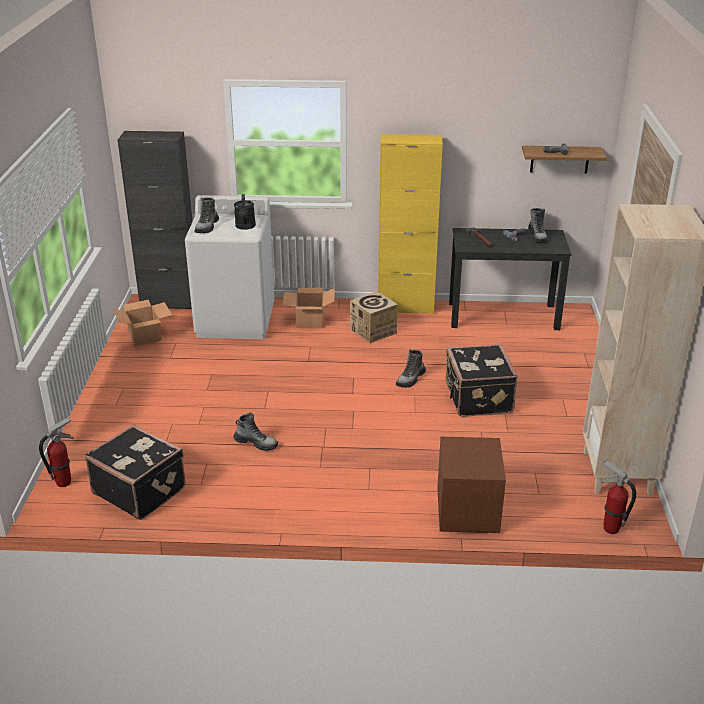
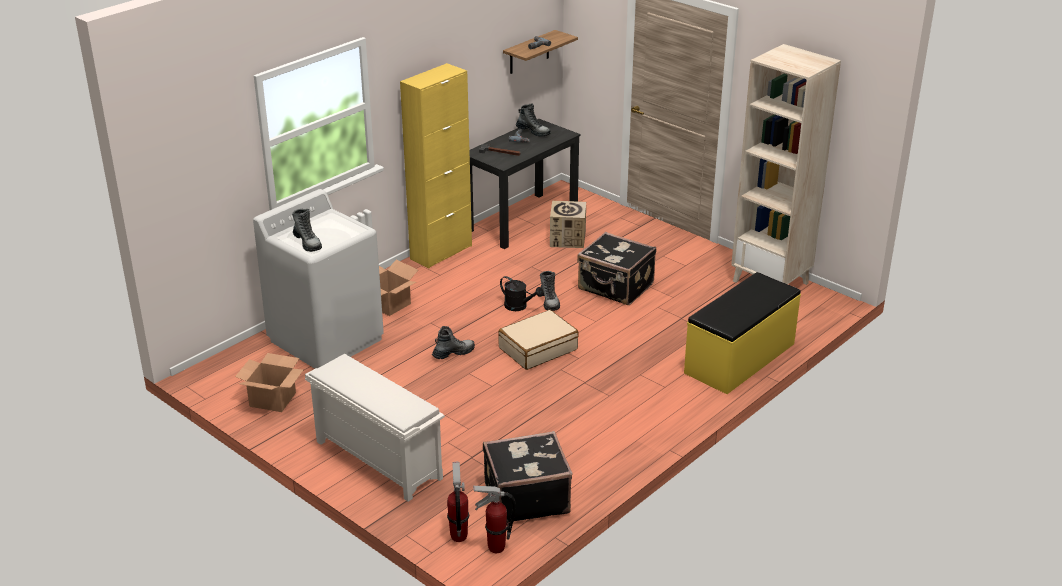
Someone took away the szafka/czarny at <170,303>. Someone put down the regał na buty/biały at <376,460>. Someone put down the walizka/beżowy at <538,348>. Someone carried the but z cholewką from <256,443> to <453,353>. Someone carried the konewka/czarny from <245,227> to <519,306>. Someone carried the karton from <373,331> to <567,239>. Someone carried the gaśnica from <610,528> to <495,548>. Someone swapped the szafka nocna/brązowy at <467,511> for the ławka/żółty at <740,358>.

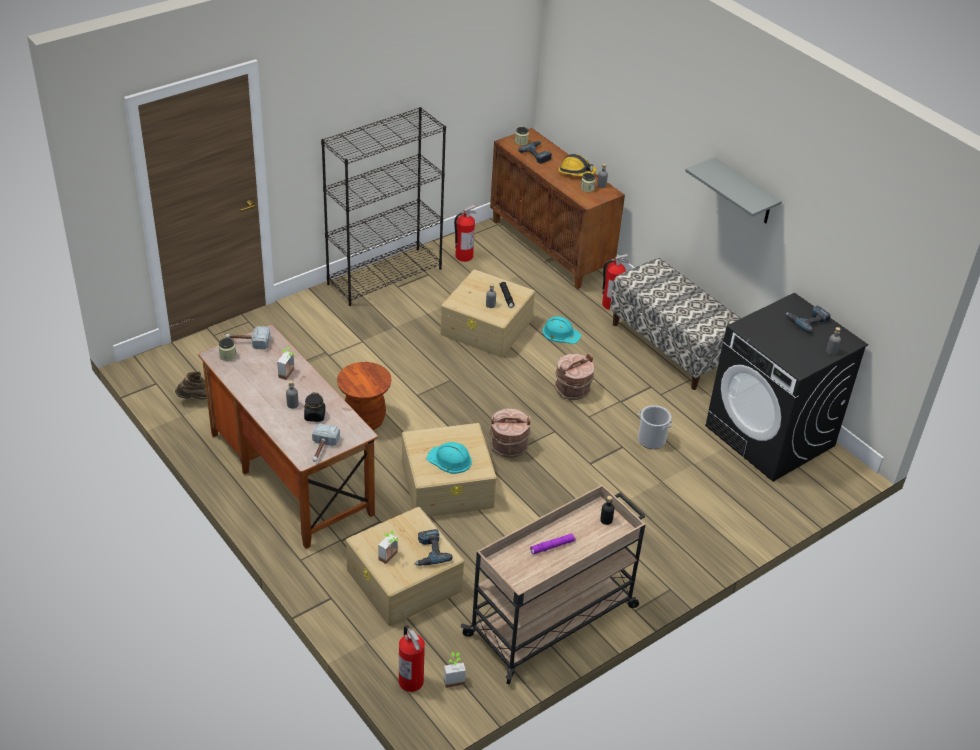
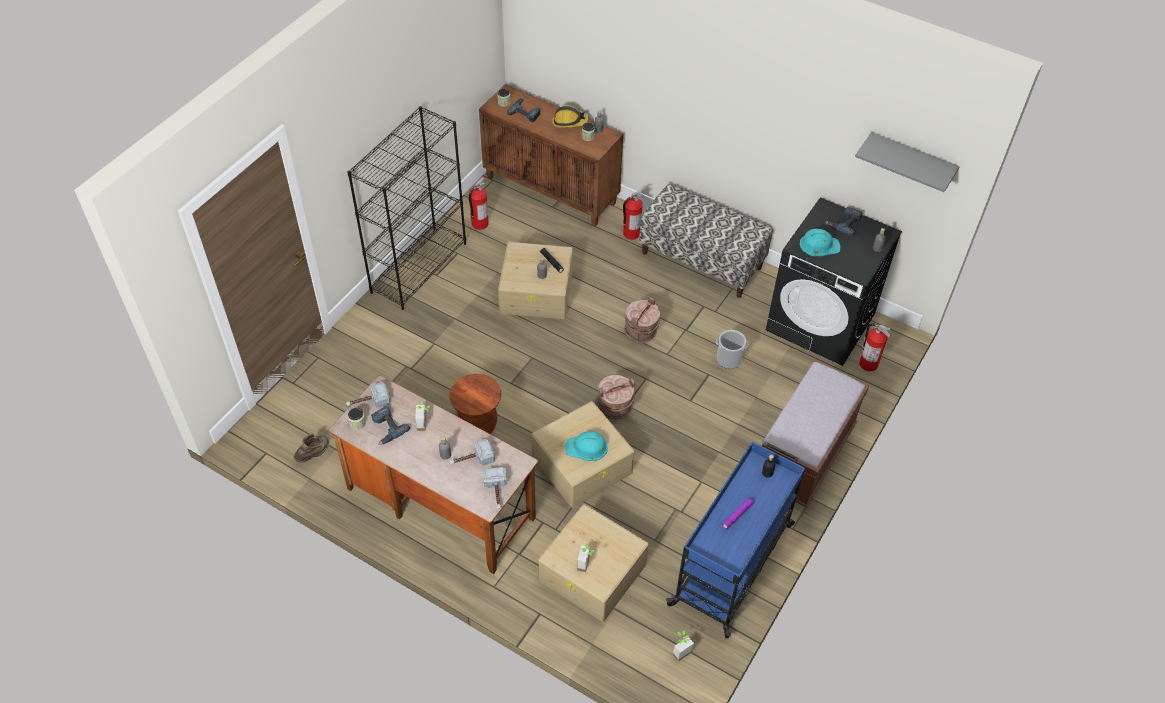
Someone put down the ławka/brązowy at <805,455>. Someone carried the gaśnica from <411,681> to <868,364>. Someone carried the wiertarka from <429,552> to <386,428>. Someone carried the kask/turkusowy from <561,333> to <819,245>. Someone carried the półka/szary from <744,192> to <911,161>. Someone swapped the słoik/czarny at <315,416> for the młotek at <472,459>. Someone repainted the wózek/beżowy at <553,620>, which became the wózek/niebieski at <733,563>.

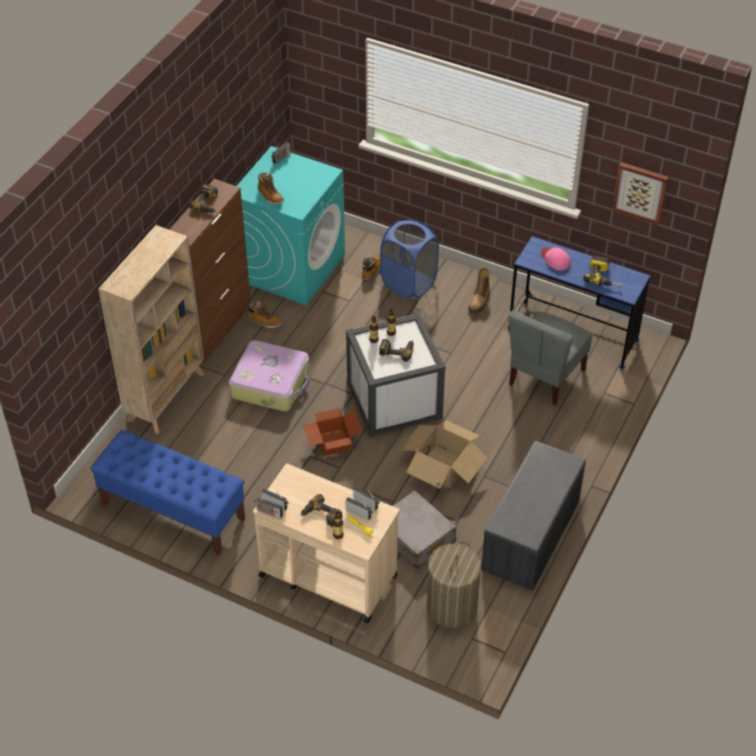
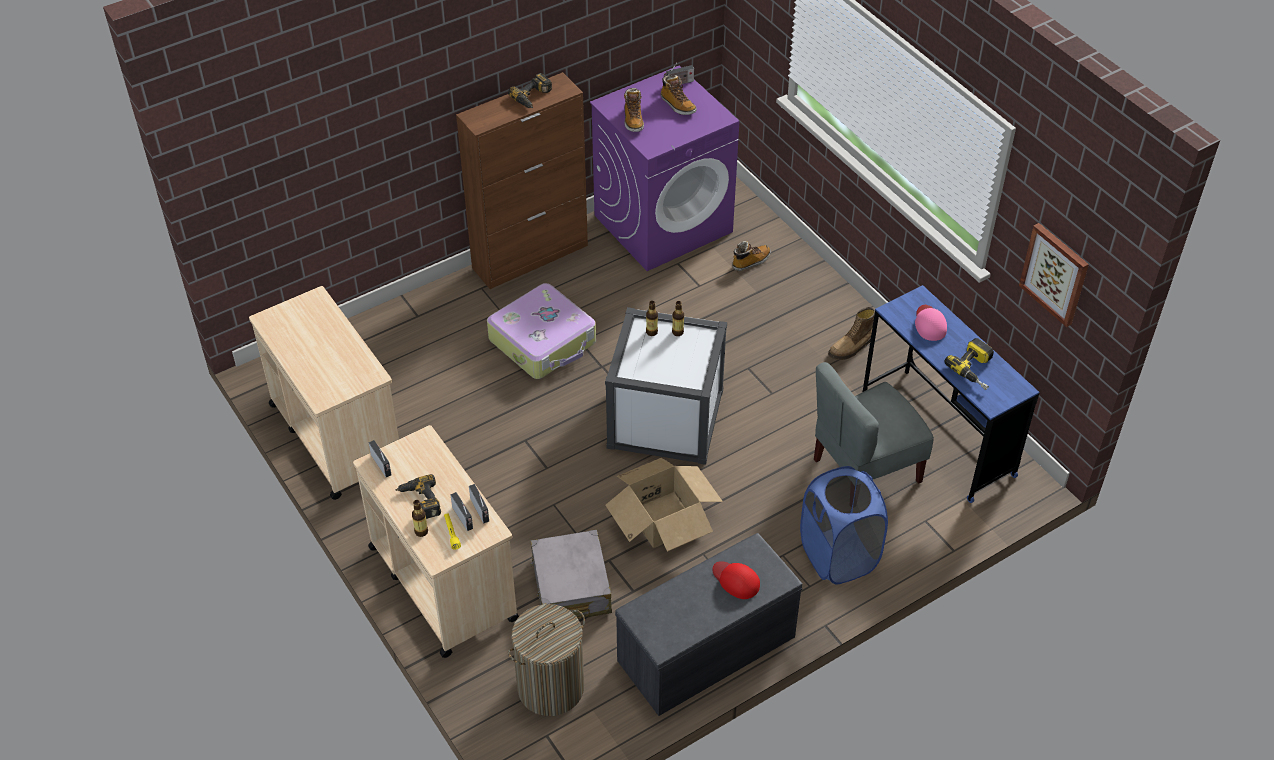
Someone took away the regał/beżowy at <166,396>. Someone took away the radio at <268,512>. Someone took away the karton at <332,442>. Someone took away the wiertarka at <397,350>. Someone put down the czapka z daszkiem/czerwony at <736,580>. Someone carried the but z cholewką from <264,322> to <677,105>. Someone carried the kosz na pranie/niebieski from <409,283> to <838,556>. Someone swapped the ławka/niebieski at <172,511> for the wózek/beżowy at <336,434>. Someone repainted the pralka/turkusowy at <292,267>, which became the pralka/fioletowy at <663,223>.

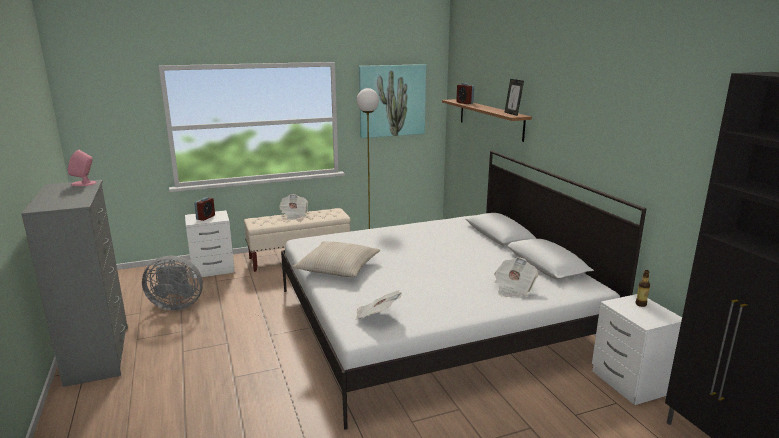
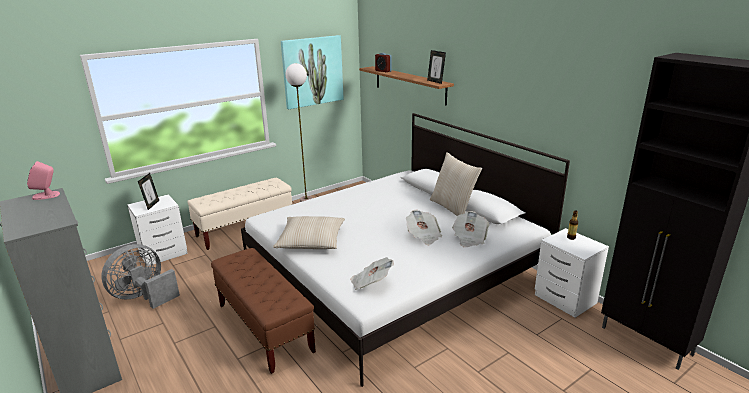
Someone put down the ławka/brązowy at <264,328>. Someone put down the poduszka/beżowy at <453,208>. Someone carried the gazeta from <294,215> to <423,236>. Someone swapped the budzik at <205,217> for the ramka na zdjęcie at <152,205>. Someone rotated the wentylator/szary at <176,305> by 150 degrees clockwise.

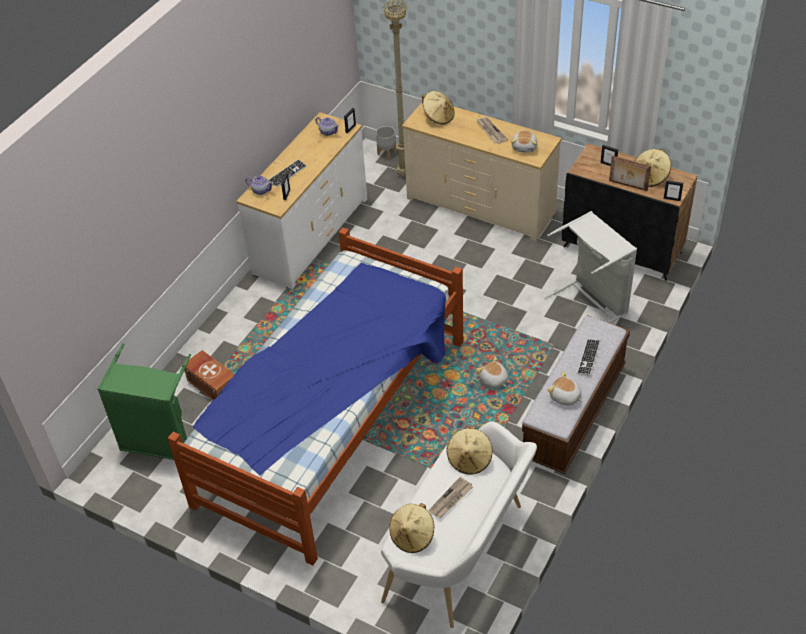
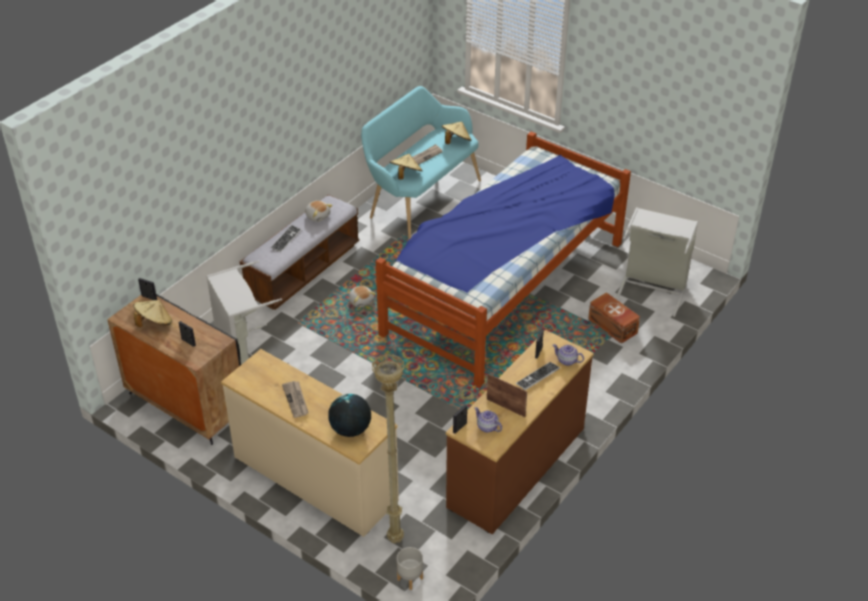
Someone took away the pluszak at <524,147>. Someone carried the ramka na zdjęcie from <627,186> to <506,407>. Someone swapped the kapelusz/beżowy at <438,117> for the globus at <350,430>. Someone repainted the kosz na pranie/zielony at <160,441>, which became the kosz na pranie/szary at <652,289>. Someone repainted the komoda/biały at <310,235>, which became the komoda/brązowy at <517,468>. Someone repainted the ławka/biały at <461,554>, which became the ławka/turkusowy at <420,198>.

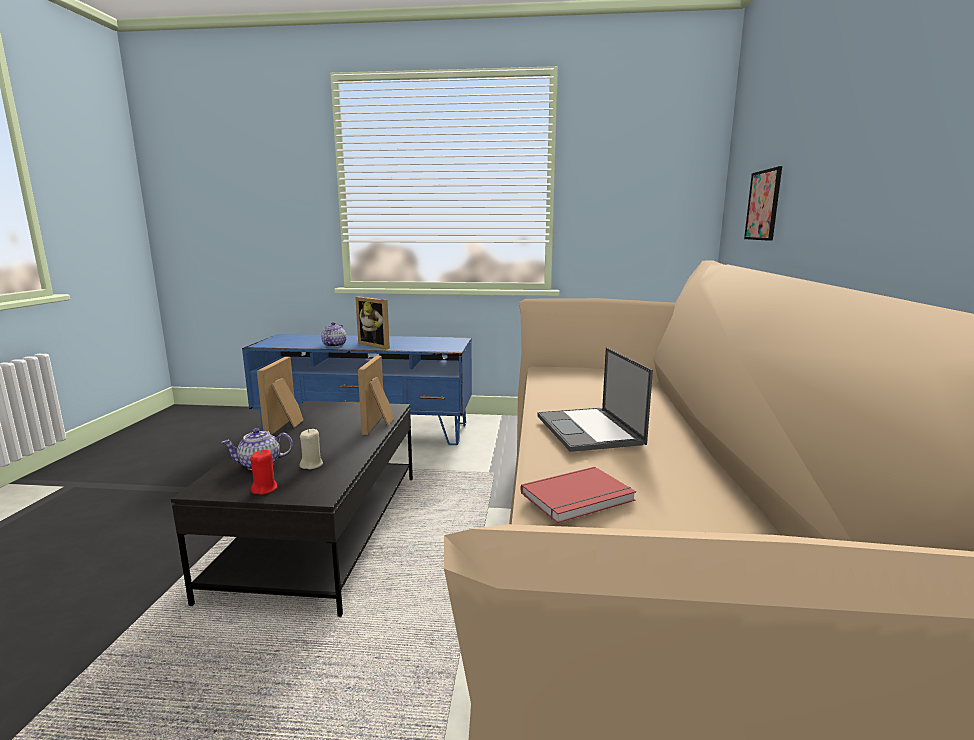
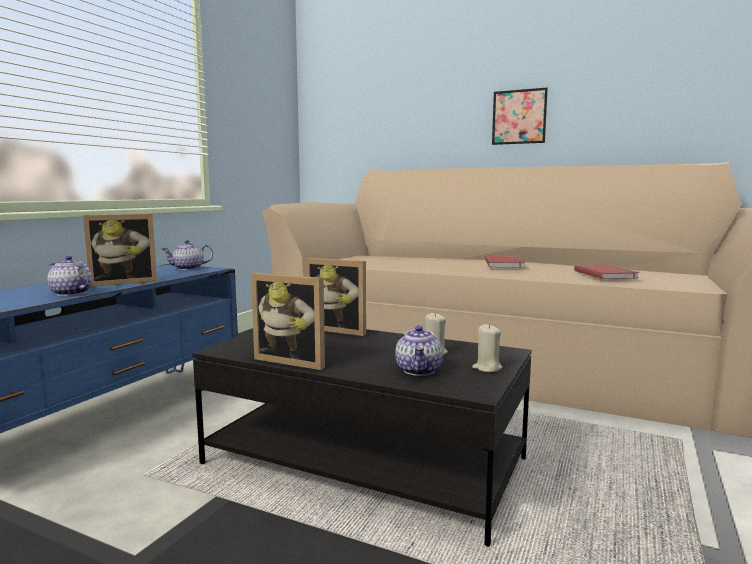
Someone put down the imbryk at <188,268>. Someone carried the obraz from <763,205> to <519,117>. Someone swapped the laptop at <589,430> for the książka/czerwony at <505,264>. Someone repainted the świeca/czerwony at <264,489>, which became the świeca/beżowy at <487,368>.

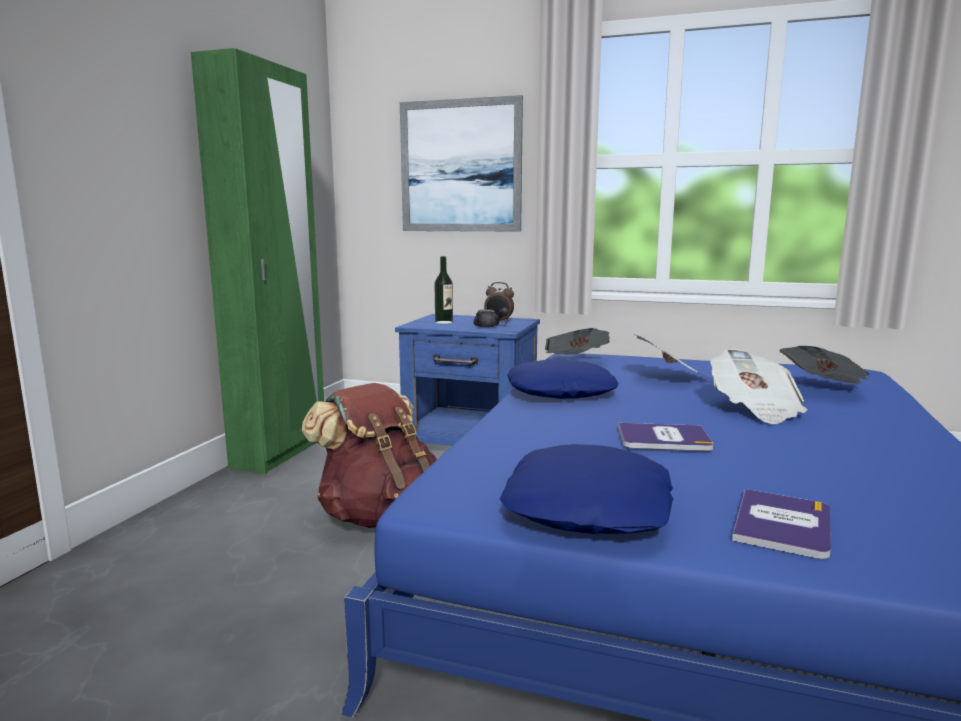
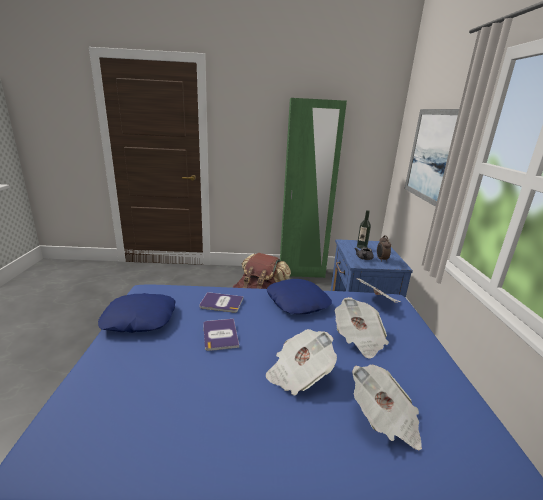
Someone carried the książka from <782,524> to <221,303>.

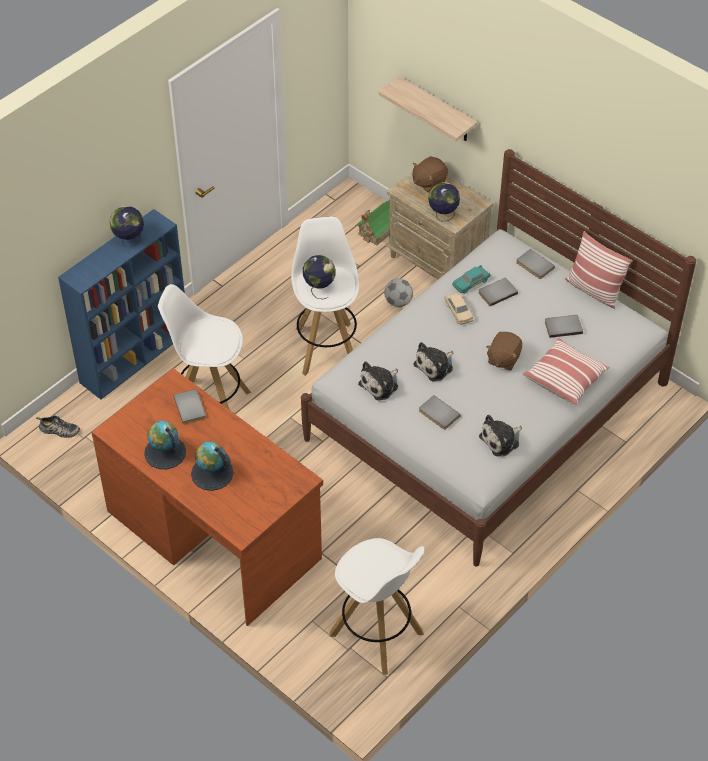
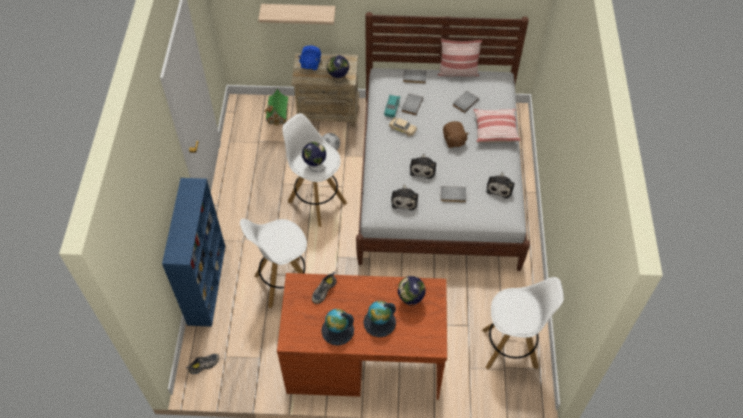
Someone carried the globus from <129,241> to <410,300>. Someone swapped the książka/szary at <191,407> for the but at <323,290>. Someone repainted the pluszak/brązowy at <429,182>, which became the pluszak/niebieski at <310,64>.

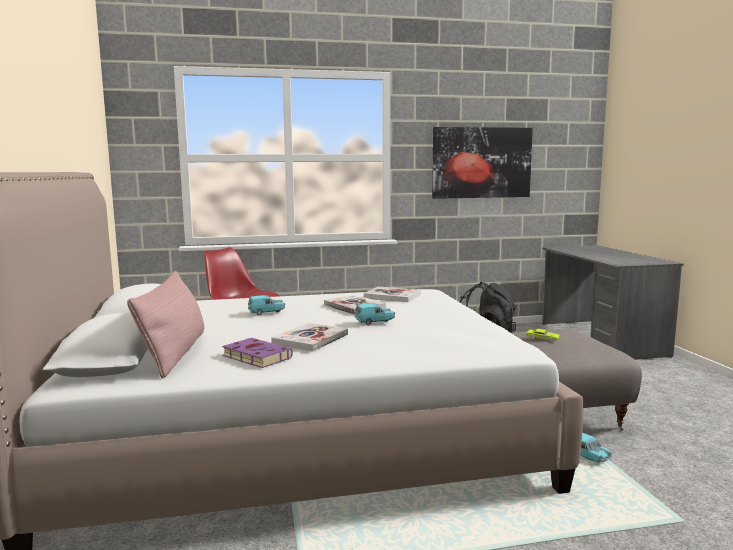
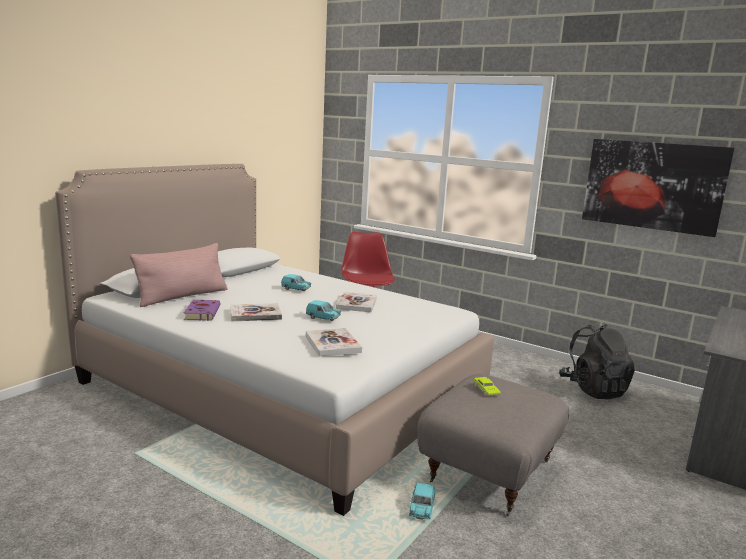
Someone carried the książka from <392,296> to <332,344>.

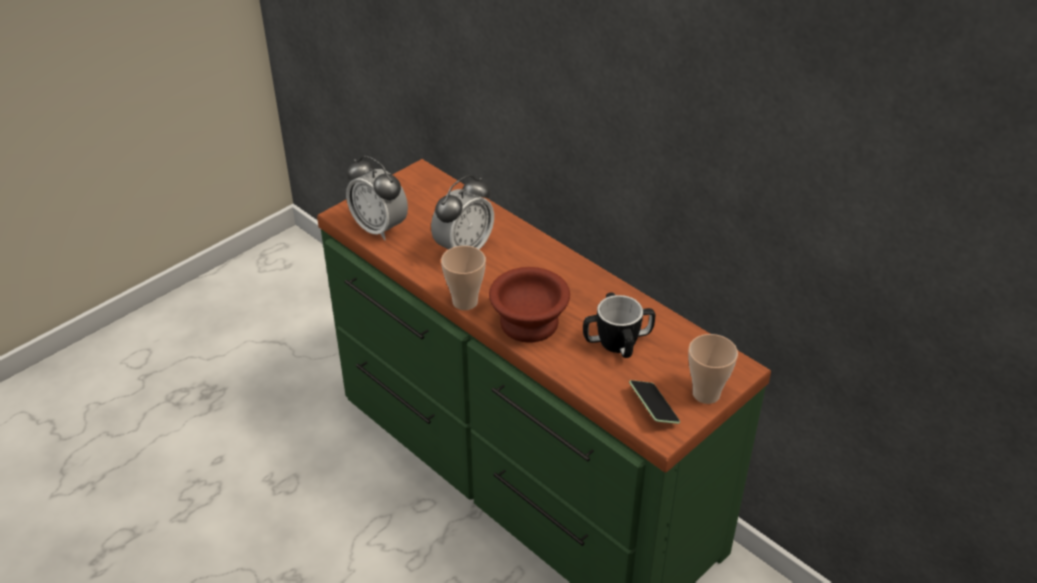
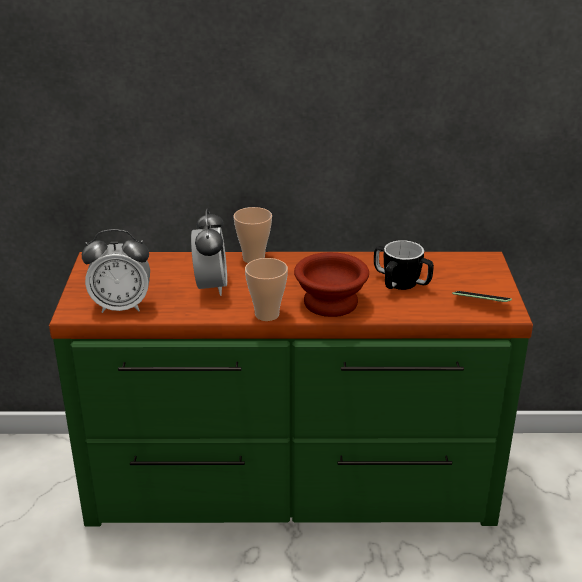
Someone carried the filiżanka from <706,394> to <253,259>.

